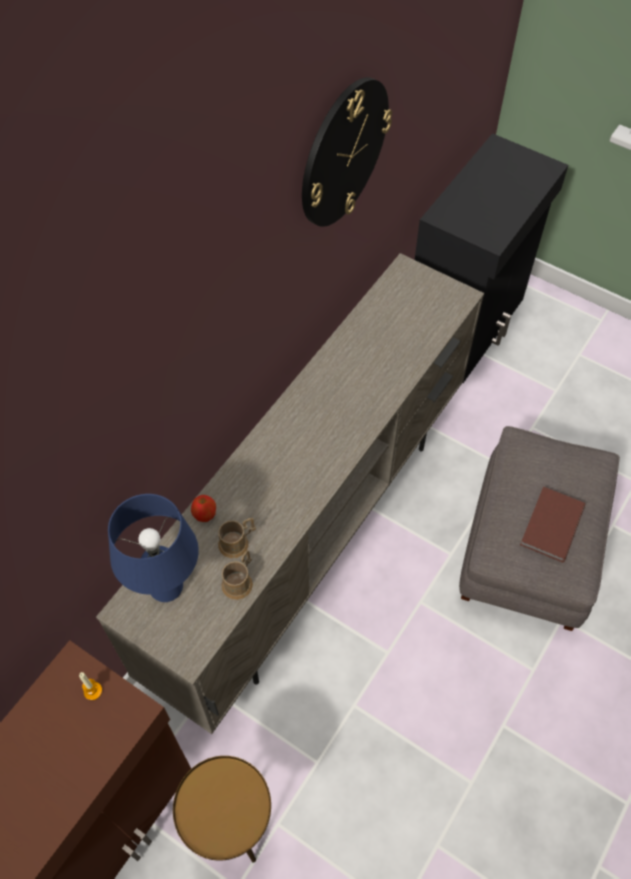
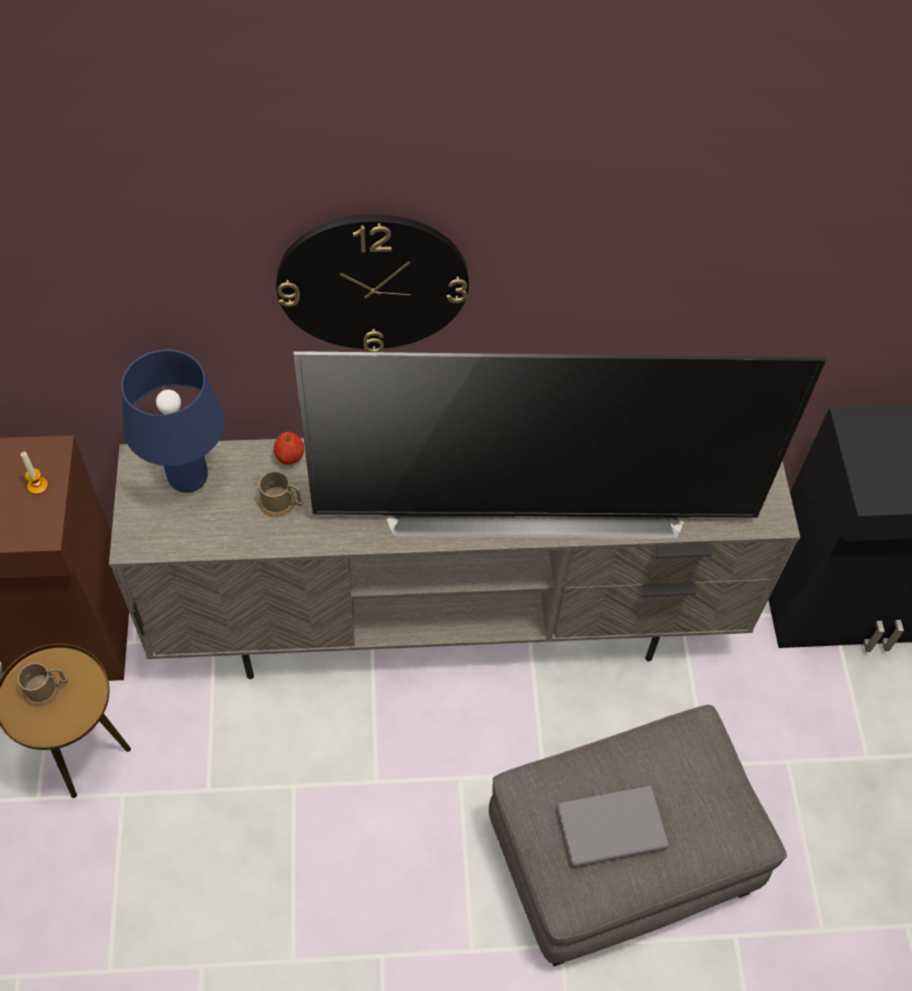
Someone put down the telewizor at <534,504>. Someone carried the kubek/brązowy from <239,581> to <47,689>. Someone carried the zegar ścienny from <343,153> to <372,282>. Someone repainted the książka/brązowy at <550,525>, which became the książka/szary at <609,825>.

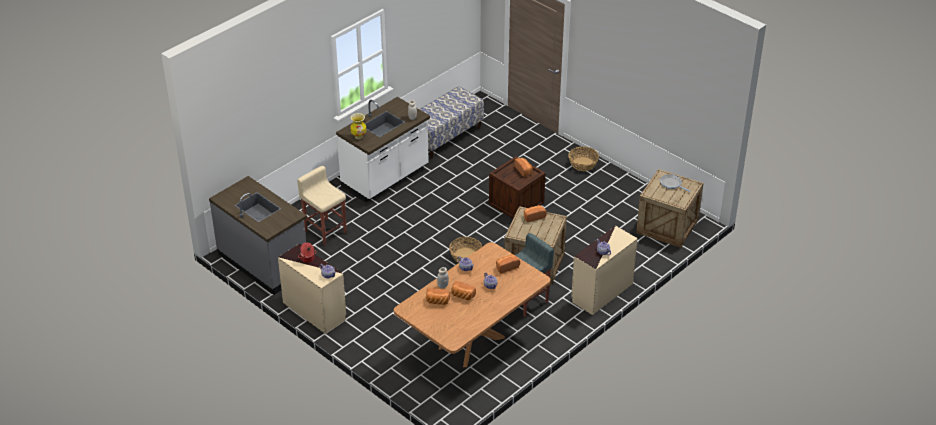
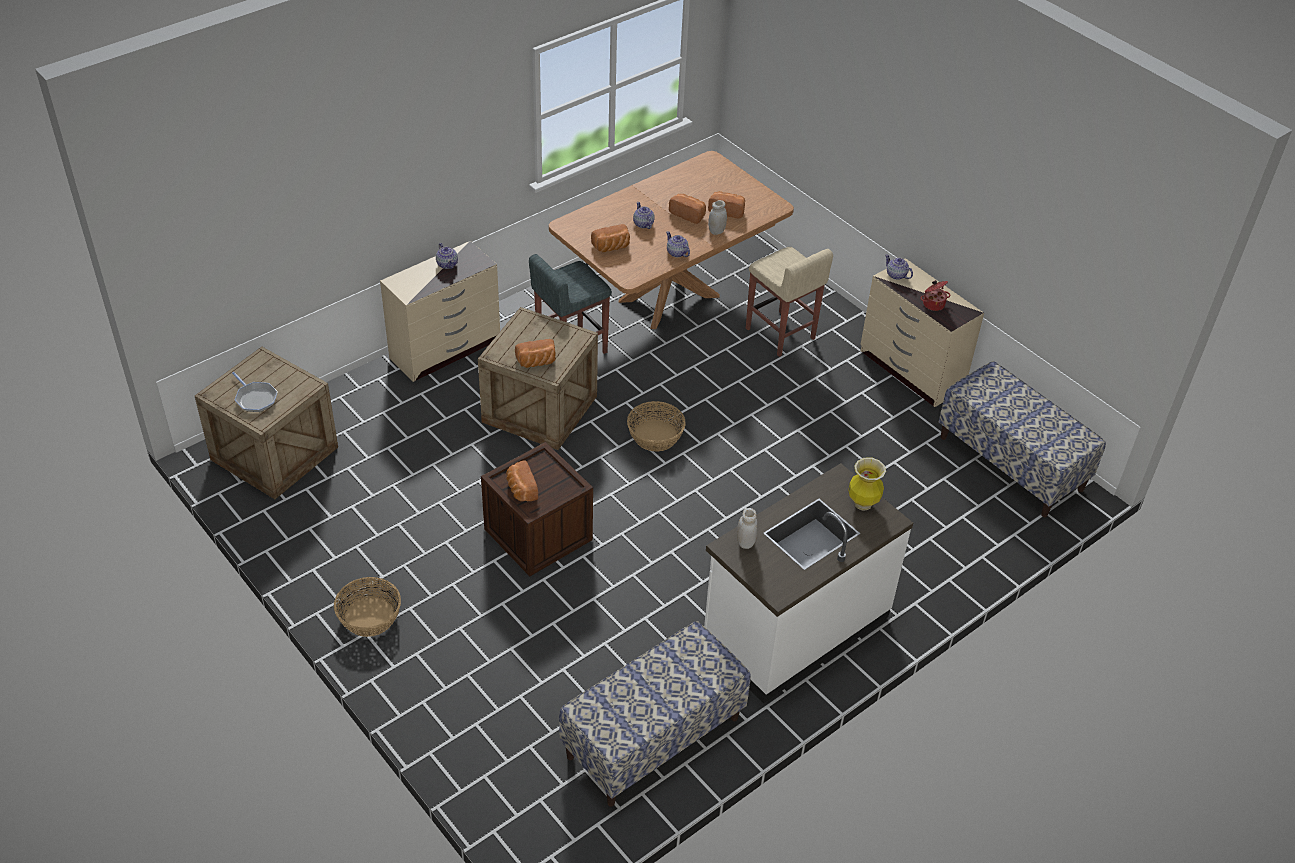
Someone carried the stołek/beżowy from <325,231> to <780,334>. Someone swapped the zabudowa kuchenna/szary at <264,262> for the ławka at <1011,463>.

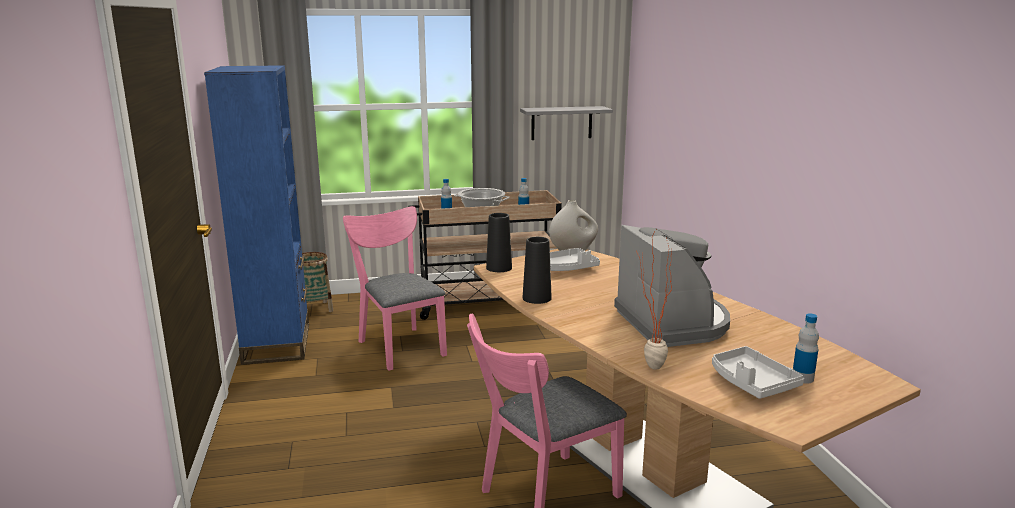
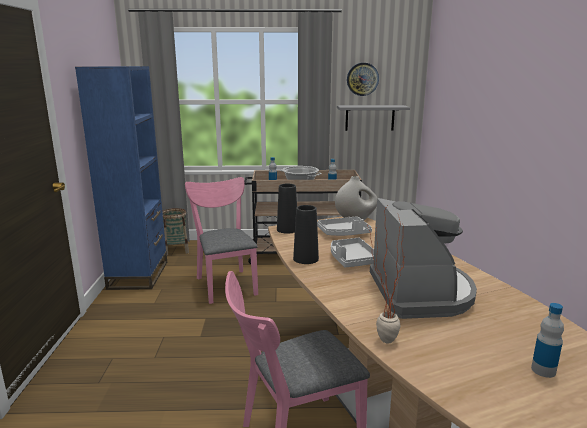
Someone put up the zegar ścienny at <362,79>. Someone carried the taca/szary from <751,383> to <352,259>.

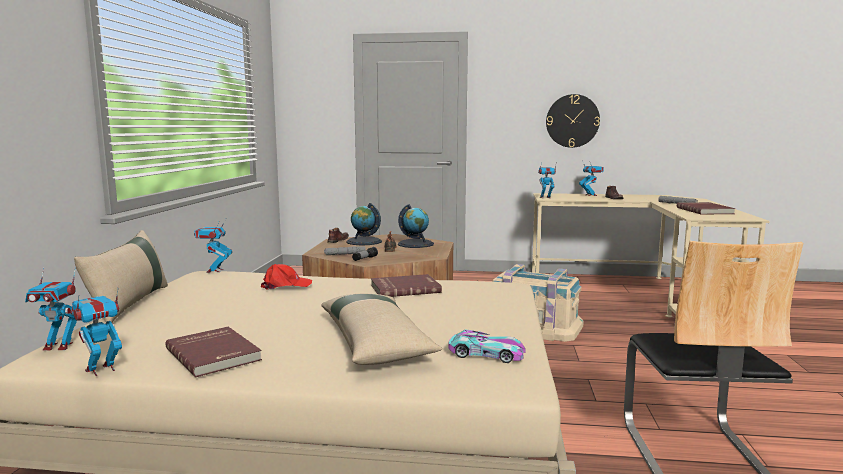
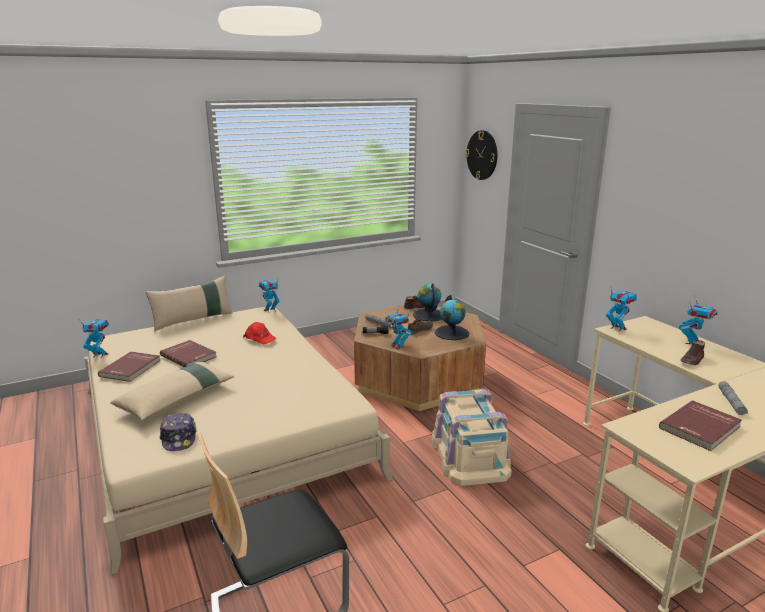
Someone carried the robot zabawkowy from <59,346> to <398,346>. Someone carried the książka/czerwony from <405,288> to <189,356>. Someone carried the zegar ścienny from <572,121> to <482,155>. Someone swapped the samochodzik at <486,354> for the czapka z daszkiem at <179,438>.

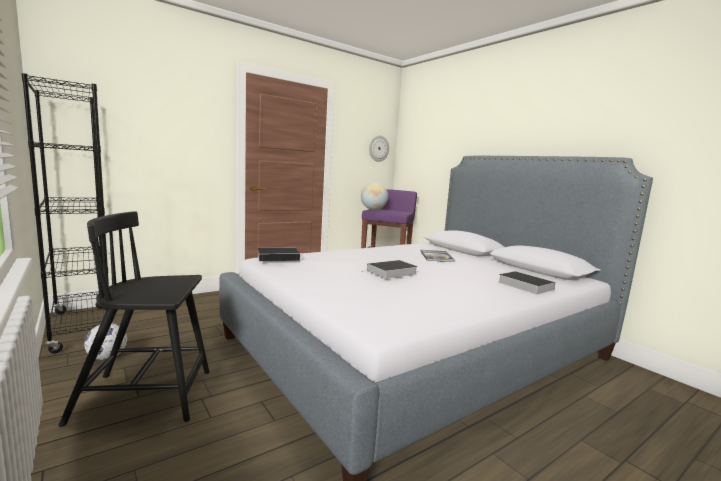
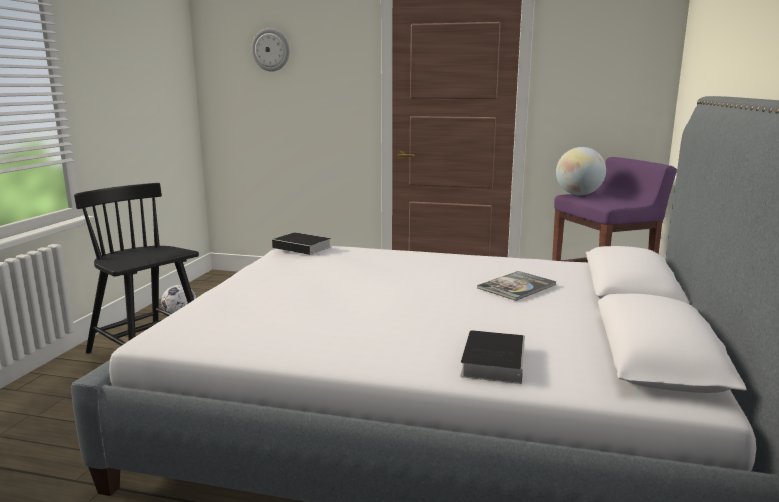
Someone took away the regał/czarny at <81,327>. Someone took away the książka at <391,272>. Someone carried the zegar ścienny from <378,148> to <271,50>.

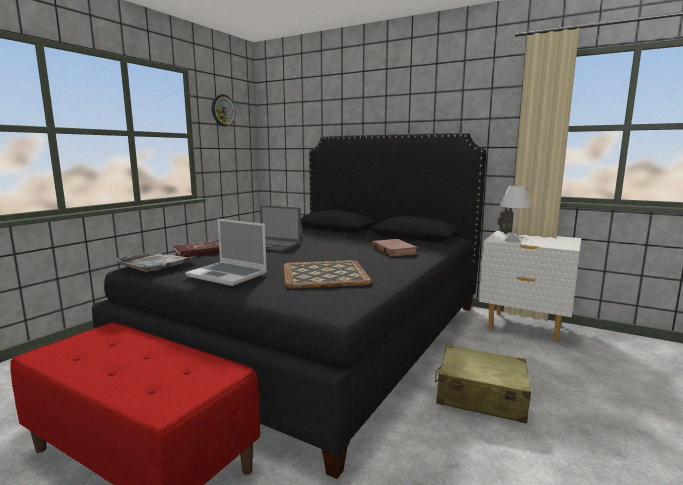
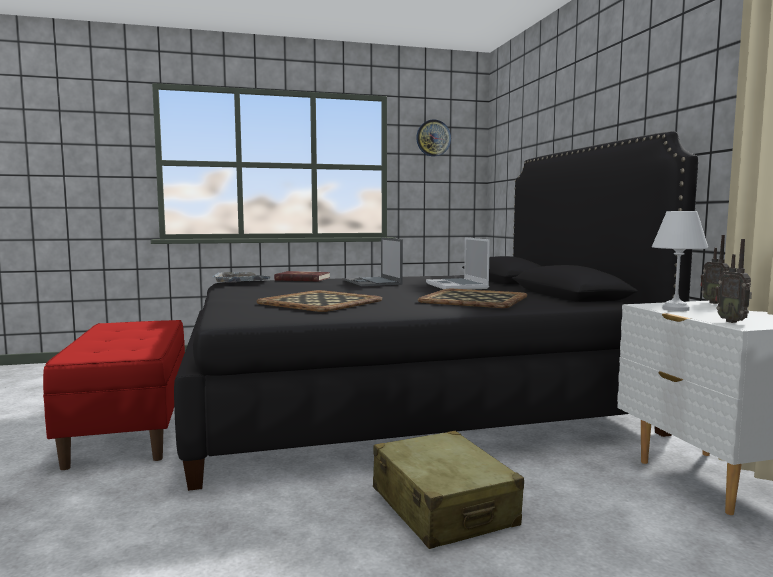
Someone put down the radio at <732,321>. Someone carried the laptop from <228,275> to <457,286>. Someone swapped the książka/brązowy at <394,250> for the taca at <472,299>.

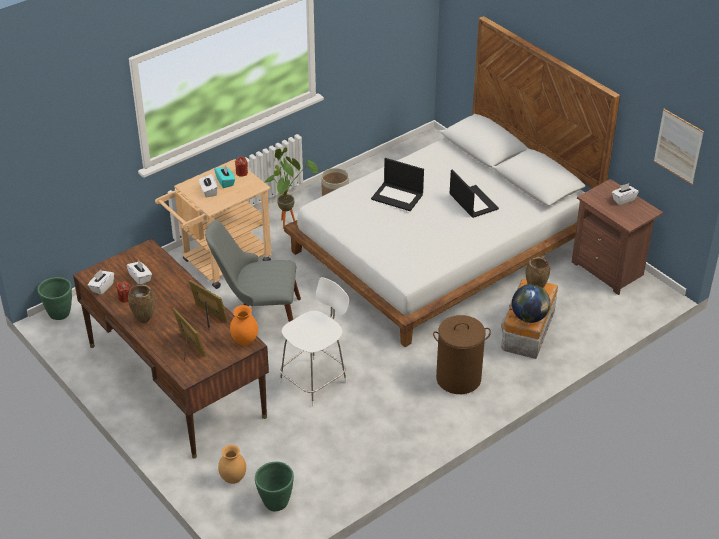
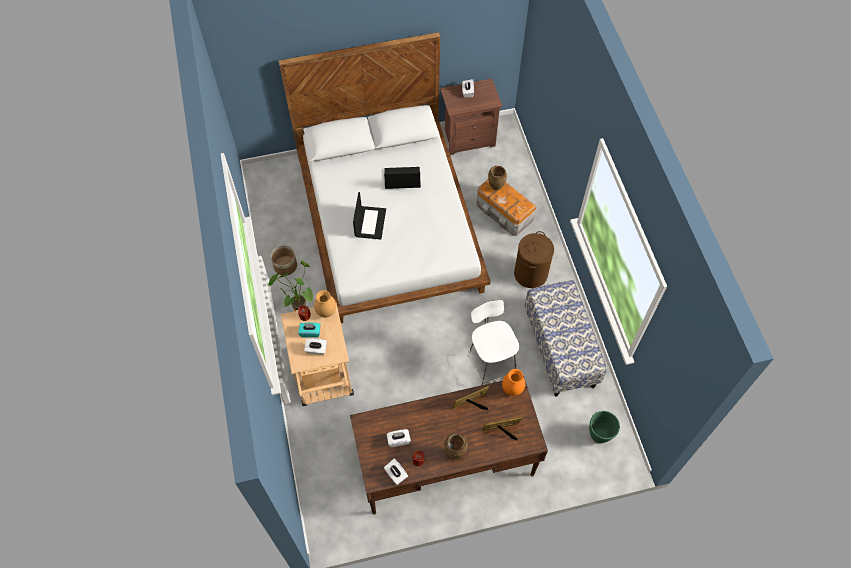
Someone took away the donica/zielony at <59,314>. Someone took away the krzesło/szary at <258,318>. Someone took away the globus at <529,317>. Someone took away the obraz at <678,146>. Someone put down the ławka at <560,349>. Someone carried the wazon/brązowy from <233,479> to <326,312>. Someone rotated the laptop at <398,196> by 45 degrees counterclockwise.

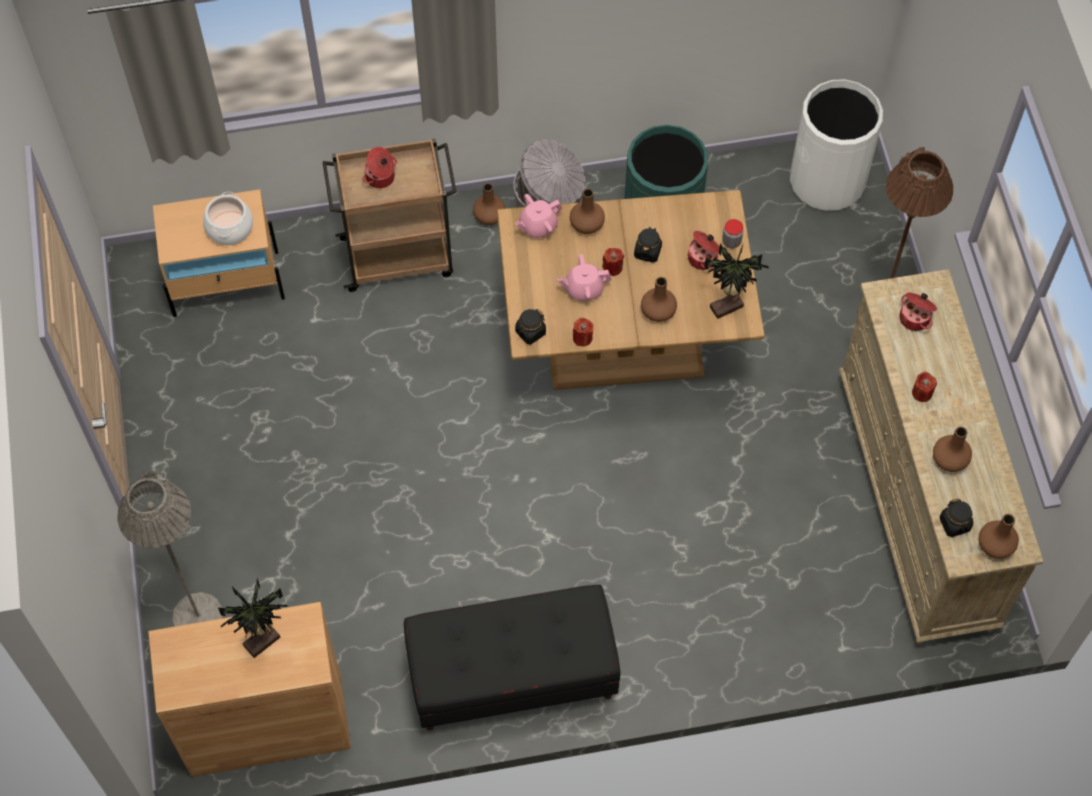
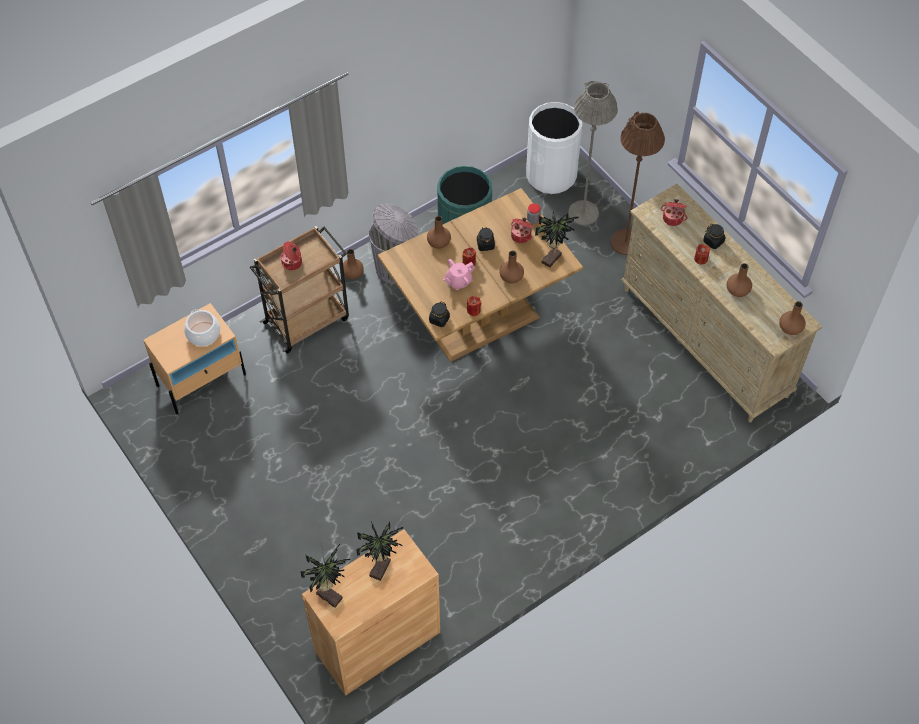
Someone took away the ławka/czarny at <512,677>. Someone took away the imbryk/różowy at <538,226>. Someone put down the roślina doniczkowa at <330,595>. Someone carried the lampa stojąca/szary from <198,616> to <583,213>. Someone carried the słoik/czarny from <955,524> to <713,241>.

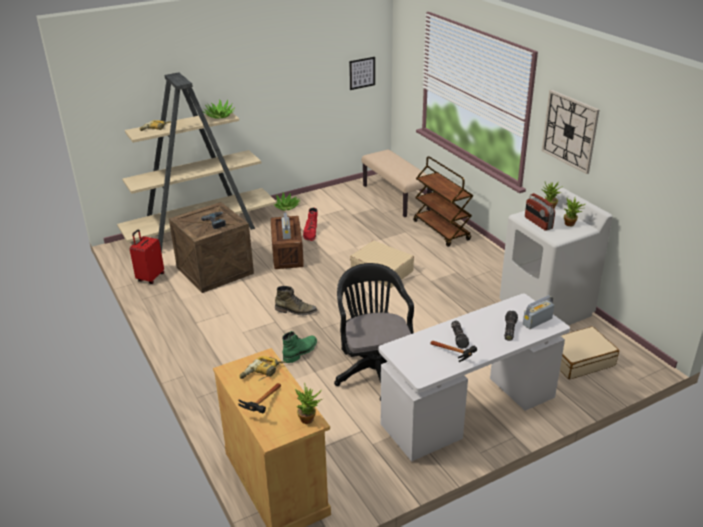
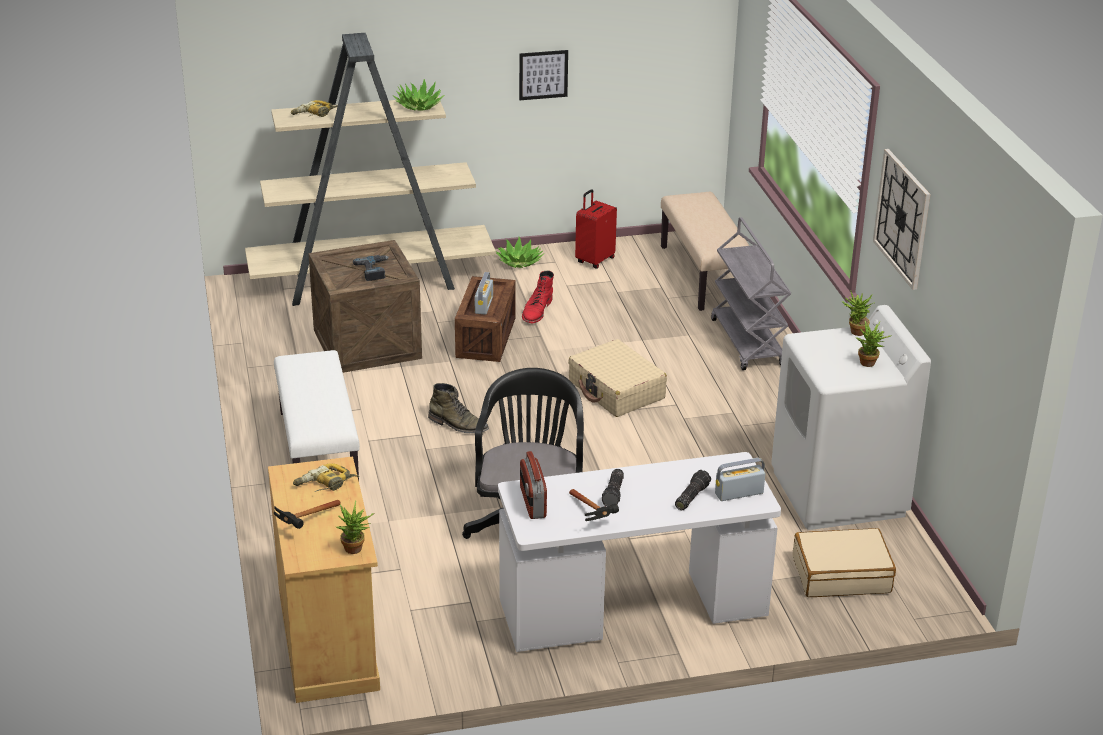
Someone took away the but z cholewką/zielony at <300,351>. Someone put down the ławka/biały at <317,452>. Someone carried the walizka/czerwony from <150,277> to <594,260>. Someone carried the obraz from <362,73> to <543,74>. Someone carried the radio from <538,223> to <532,502>. Someone repainted the wózek/brązowy at <441,230>, which became the wózek/szary at <748,343>.

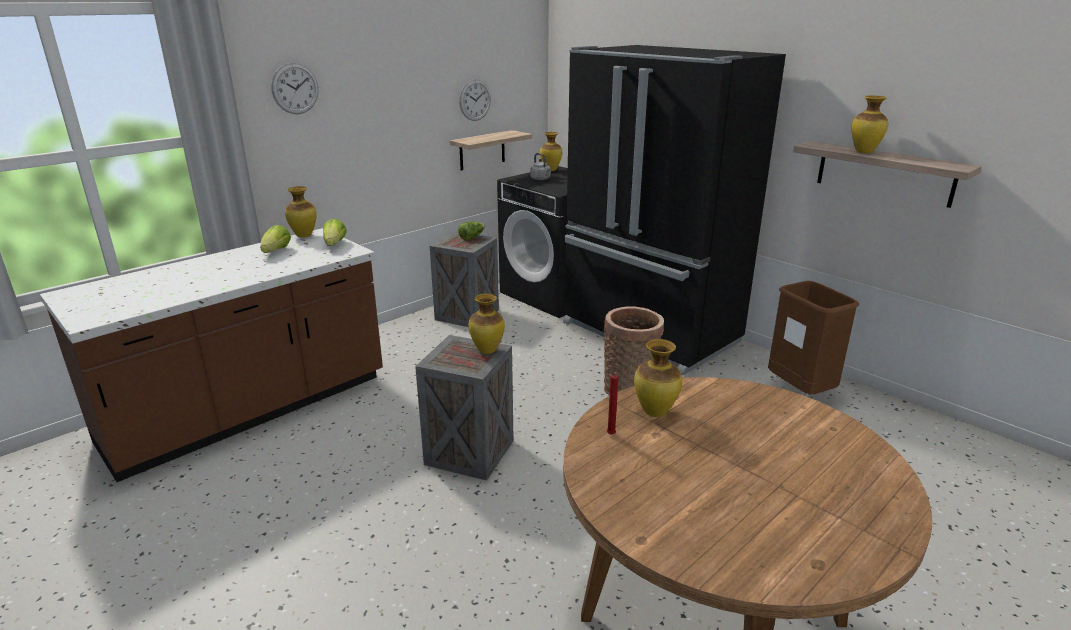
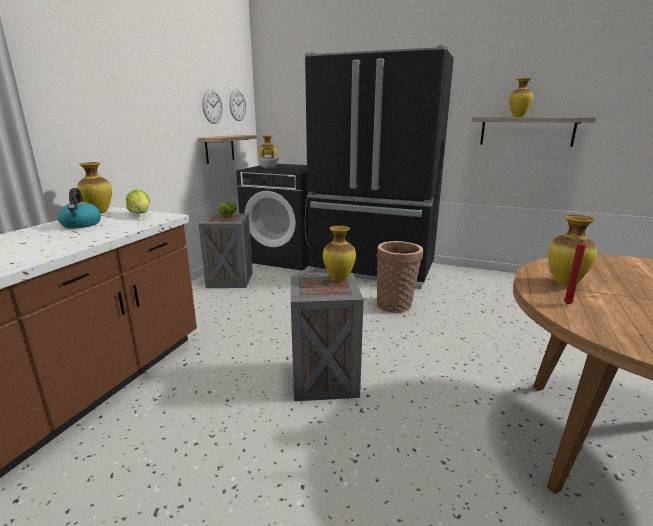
Someone took away the kosz na śmieci/brązowy at <800,390>. Someone carried the zegar ścienny from <295,88> to <237,105>. Someone swapped the sałata at <276,251> for the czajnik at <81,224>.

